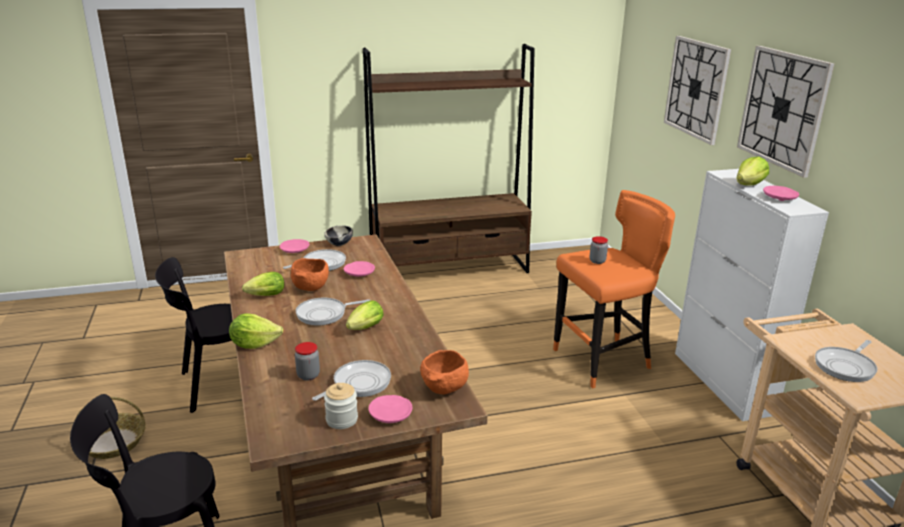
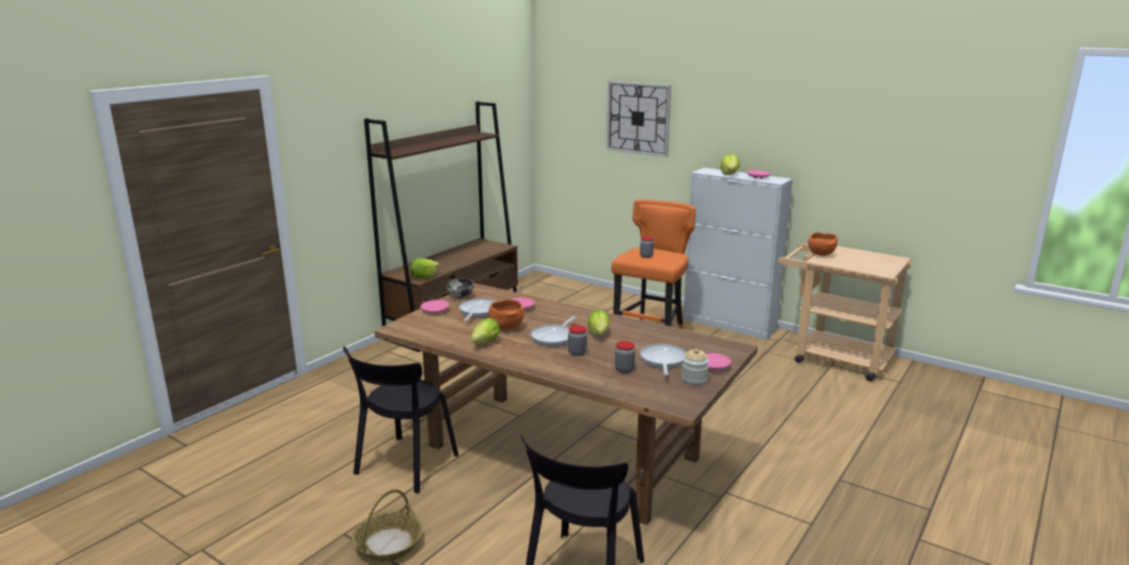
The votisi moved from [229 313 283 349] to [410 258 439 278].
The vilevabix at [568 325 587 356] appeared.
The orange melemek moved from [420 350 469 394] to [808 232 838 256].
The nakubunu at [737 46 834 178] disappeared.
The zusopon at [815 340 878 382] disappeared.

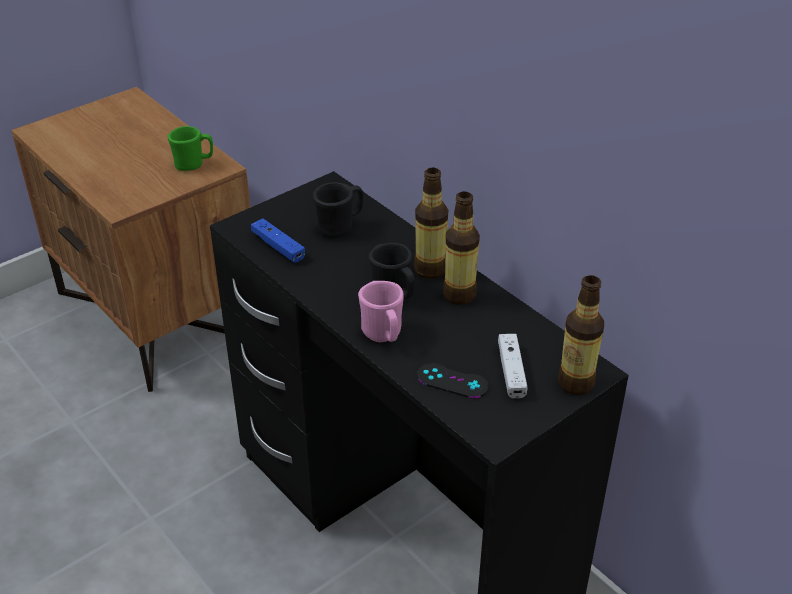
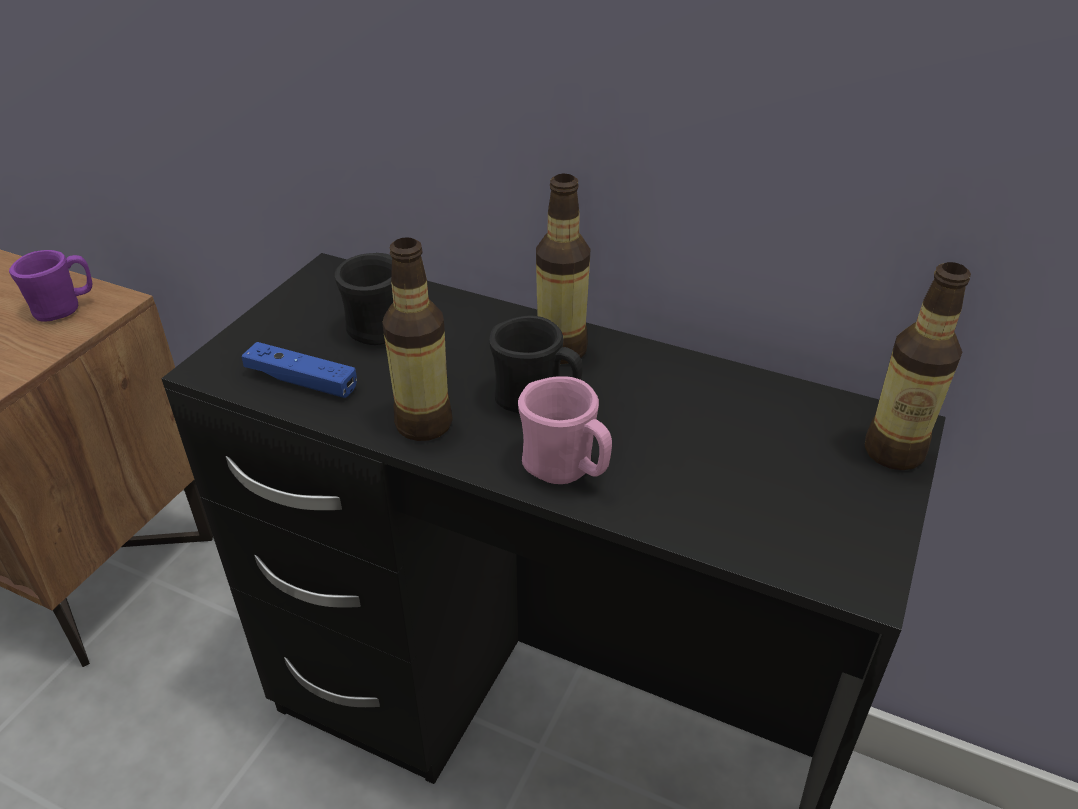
The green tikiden at [167 126 213 171] became the purple tikiden at [9 250 92 322].
The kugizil moved from [443 191 480 305] to [382 237 453 441].
The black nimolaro at [417 363 489 398] disappeared.
The white nimolaro at [498 334 527 398] disappeared.

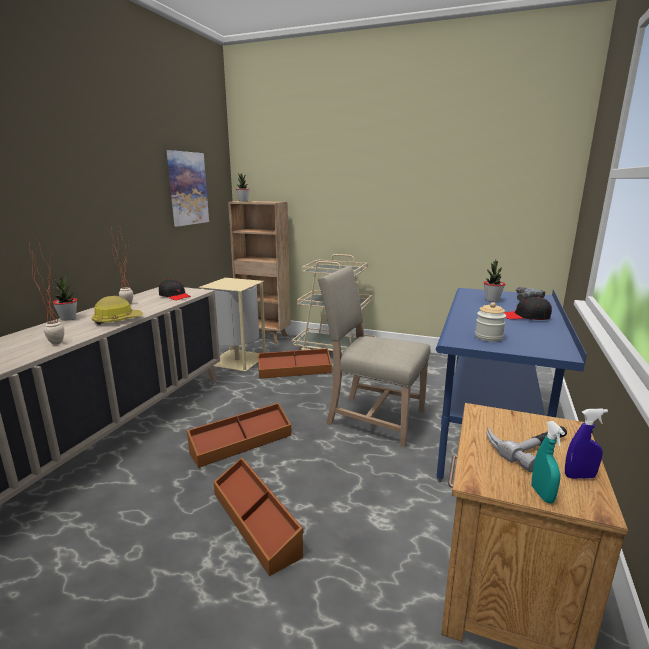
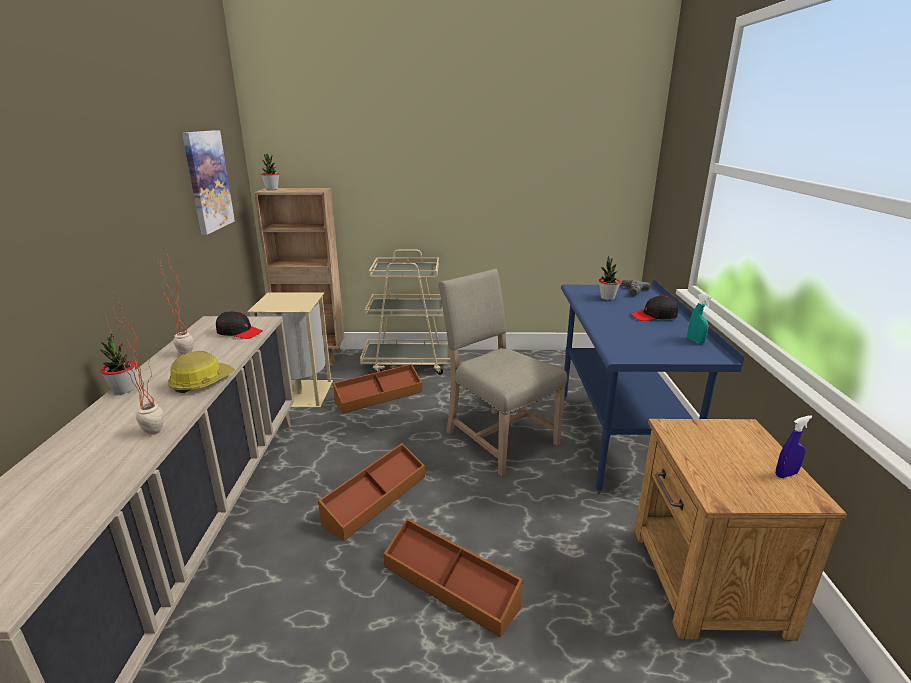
The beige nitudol at [318 266 431 447] turned 45 degrees clockwise.
The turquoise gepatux moved from [532 421 565 503] to [687 294 712 344].
The vilevabix at [475 302 506 342] disappeared.
The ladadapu at [486 426 567 472] disappeared.

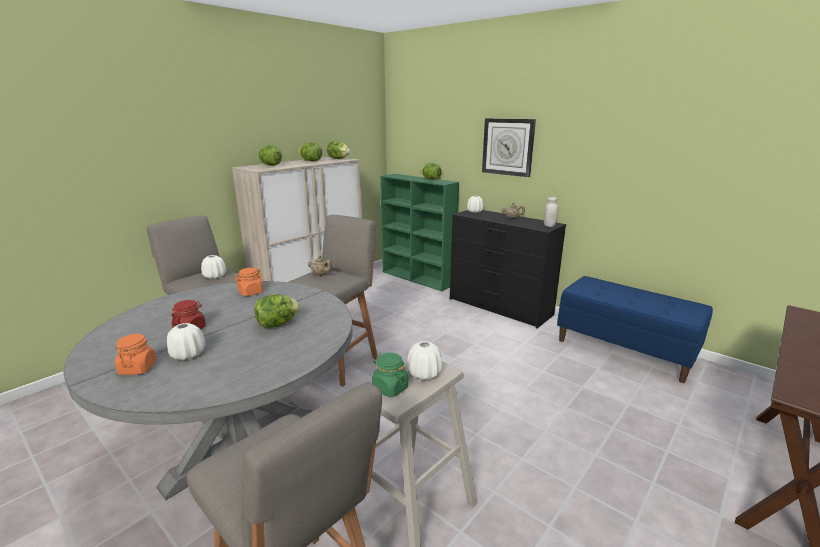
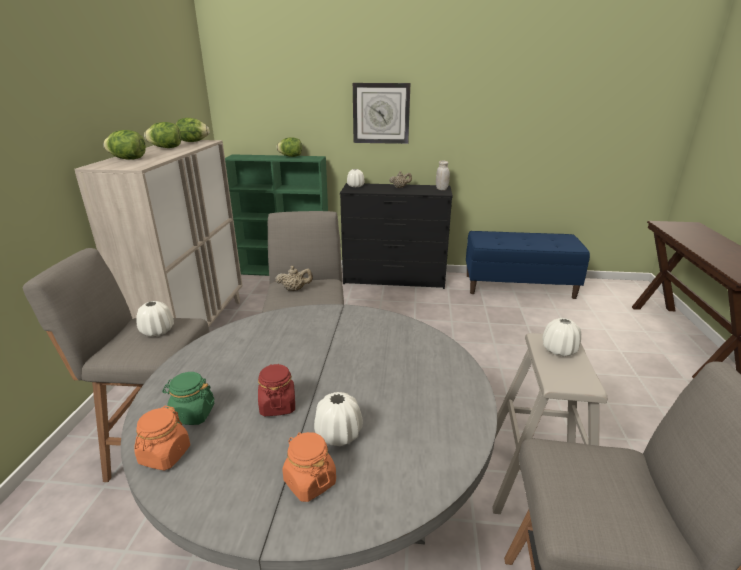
The orange vilevabix moved from [234 268 263 296] to [134 406 190 470].
The green vilevabix moved from [372 353 408 397] to [162 372 215 425].
The votisi at [254 294 300 328] disappeared.

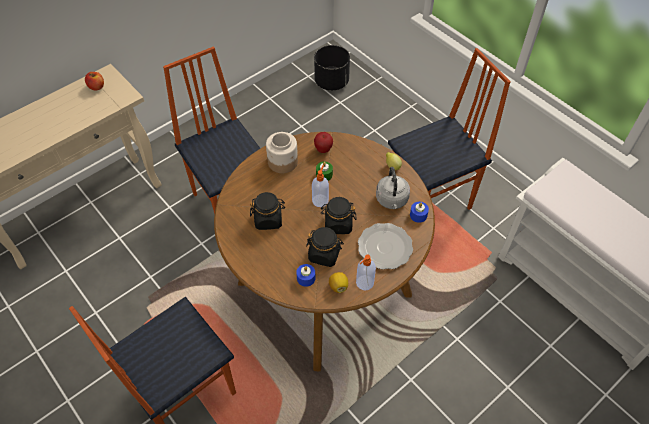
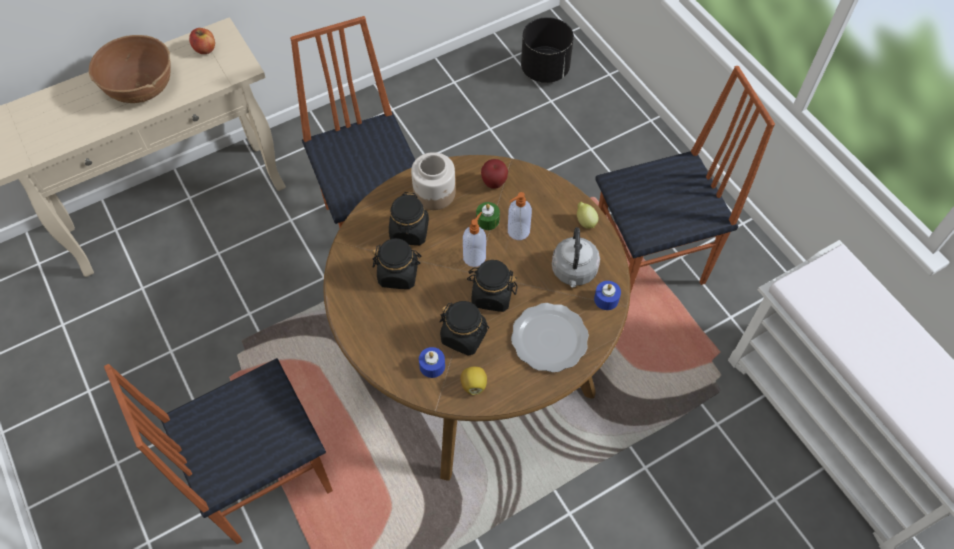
The brown melemek at [89 35 171 103] appeared.
The black vilevabix at [389 192 429 245] appeared.
The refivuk moved from [356 255 376 291] to [508 192 532 240].

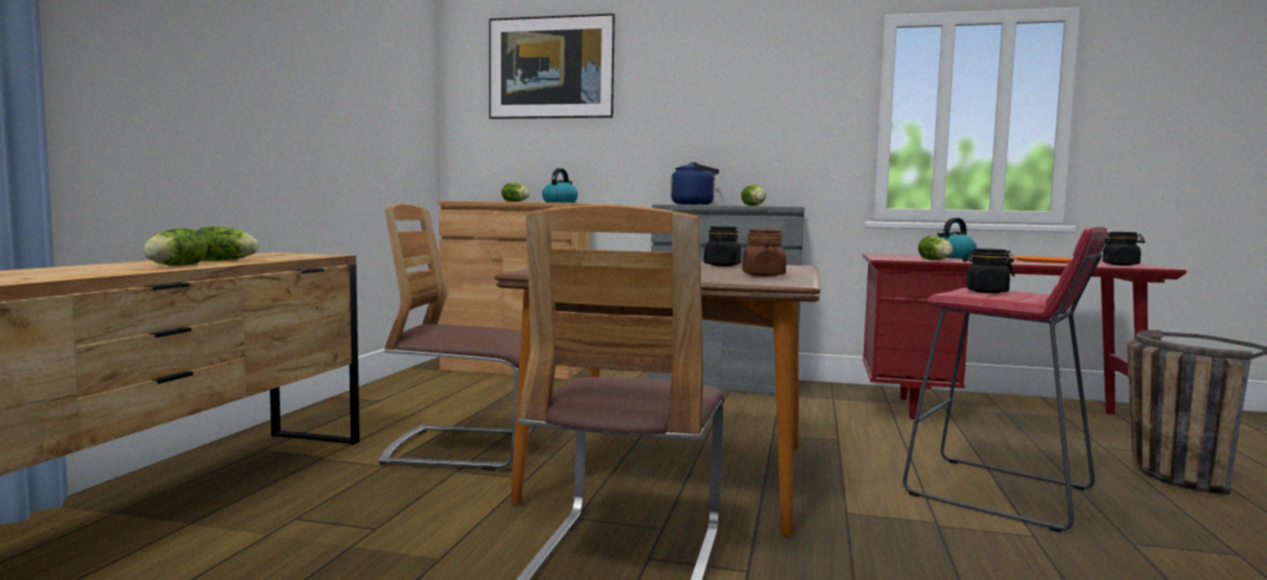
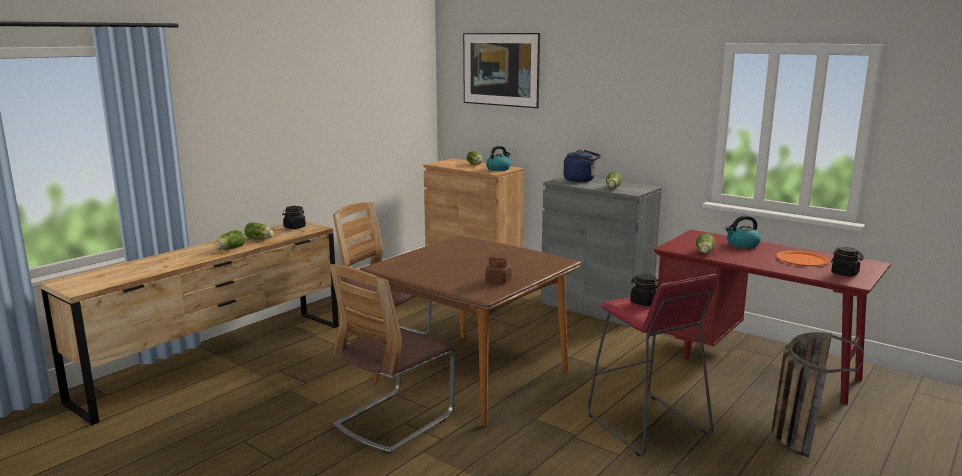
The black vilevabix moved from [704 226 741 266] to [282 206 306 229].

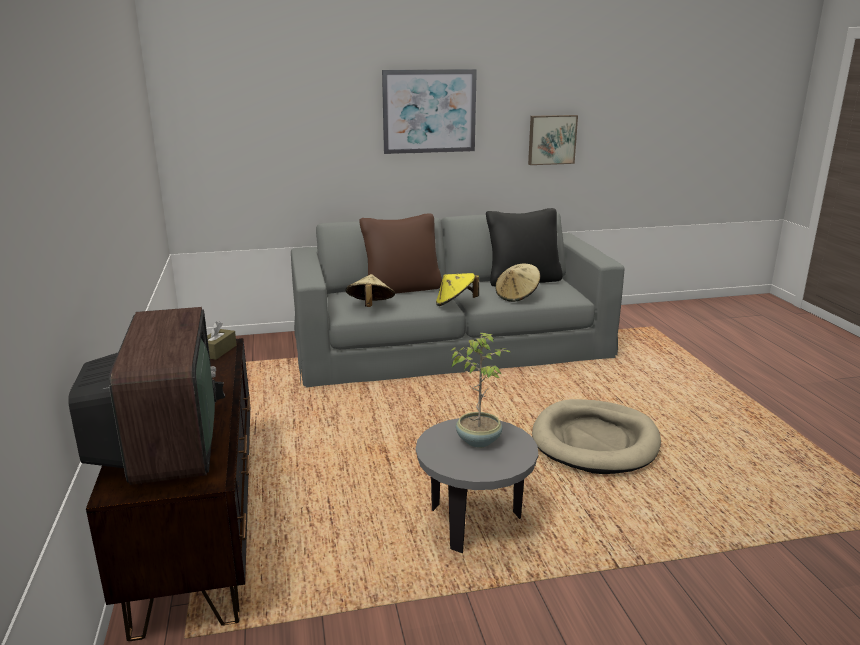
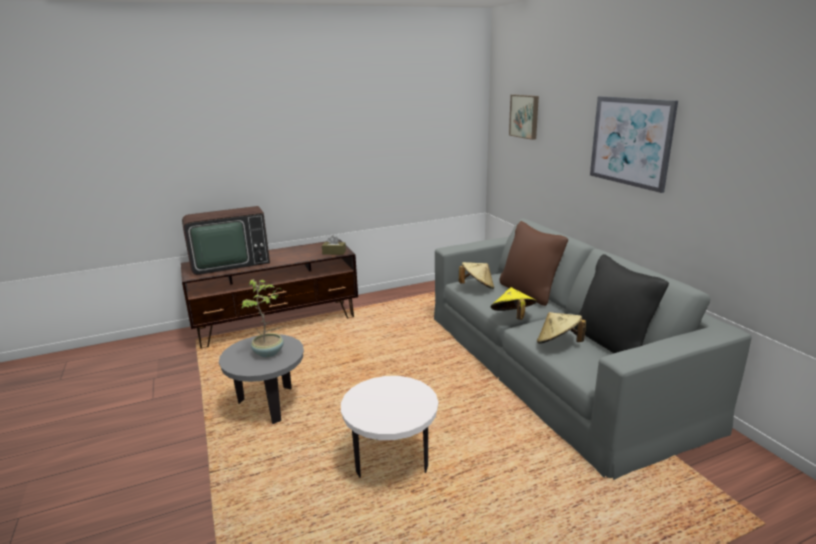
The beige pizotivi at [532 399 661 474] was replaced by the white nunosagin at [341 376 438 478].
The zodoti moved from [528 115 578 165] to [509 95 539 140].

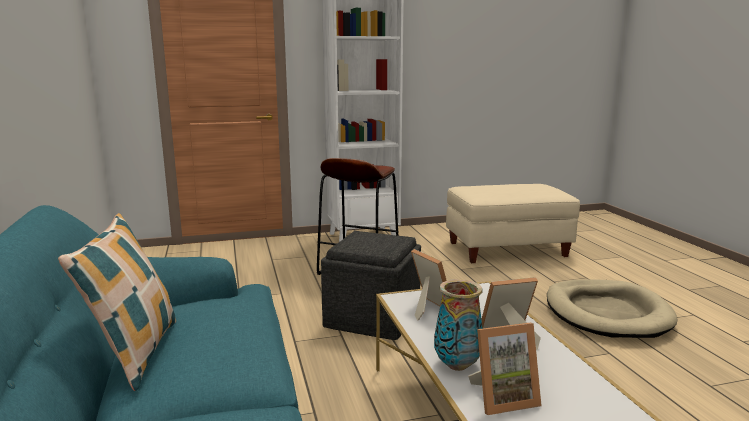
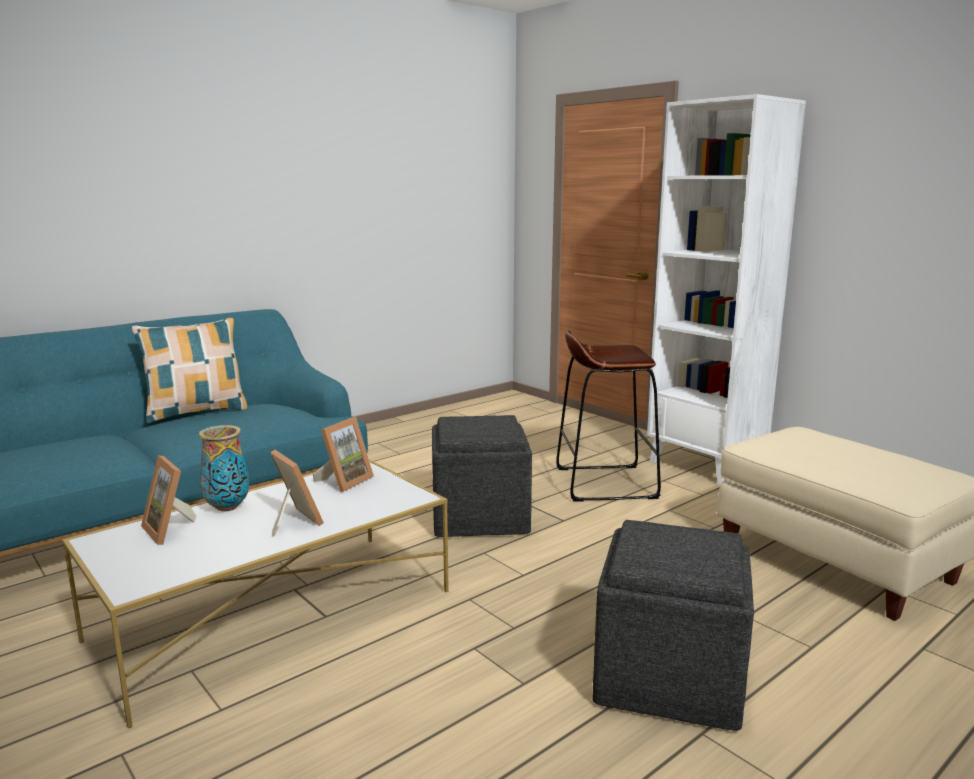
The beige pizotivi at [547 279 678 338] was replaced by the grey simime at [592 520 754 731].

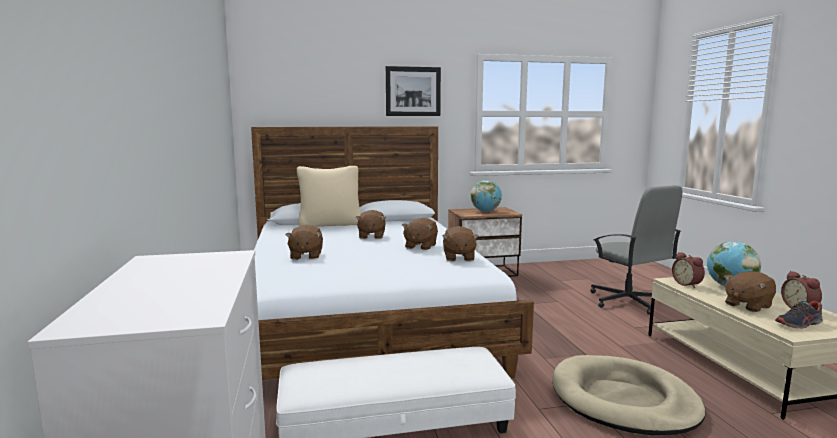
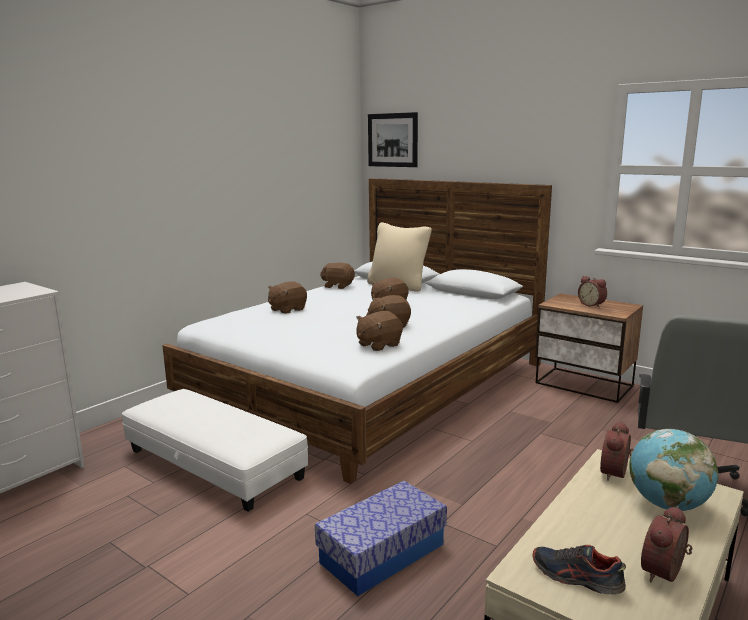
The beige pizotivi at [552 355 706 435] was replaced by the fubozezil at [315 481 447 596].
The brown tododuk moved from [724 271 776 312] to [320 263 355 289].
The zodoti moved from [386 66 441 116] to [368 112 418 167].
The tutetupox at [471 180 502 212] was replaced by the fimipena at [578 276 607 308].

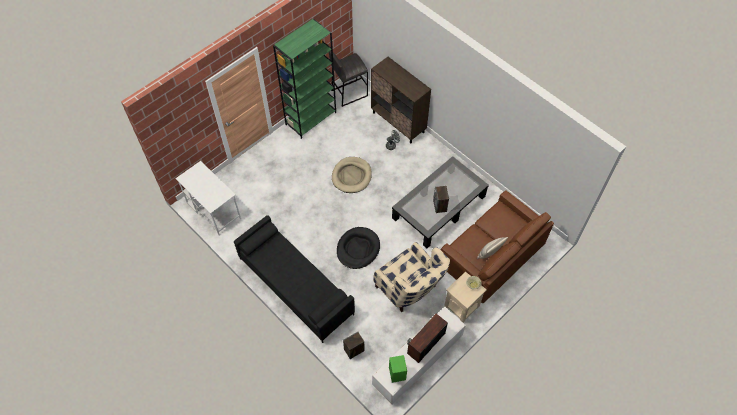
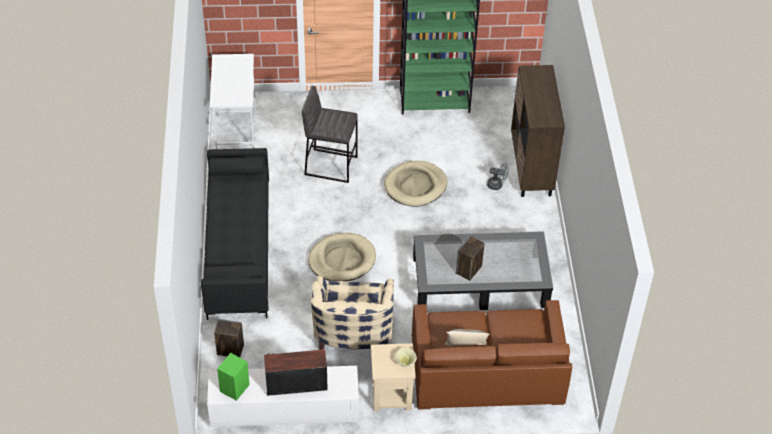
The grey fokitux moved from [329 51 368 107] to [302 86 358 183].
The black pizotivi at [337 227 380 269] became the beige pizotivi at [308 233 376 281].

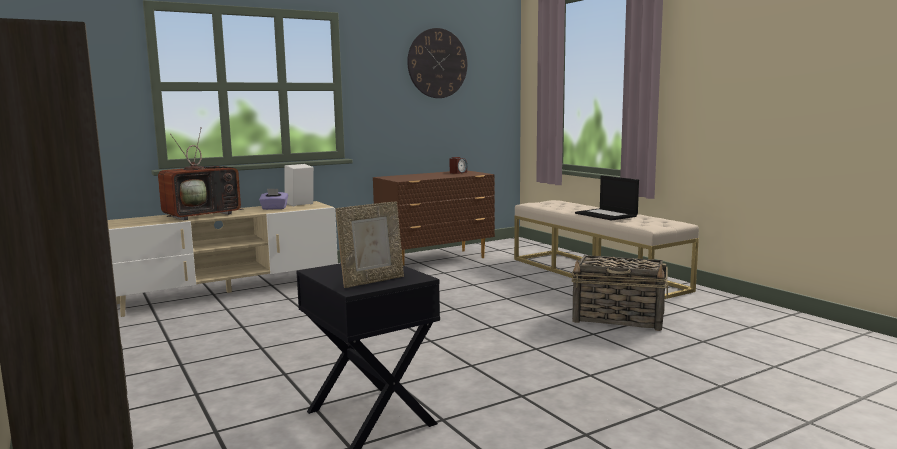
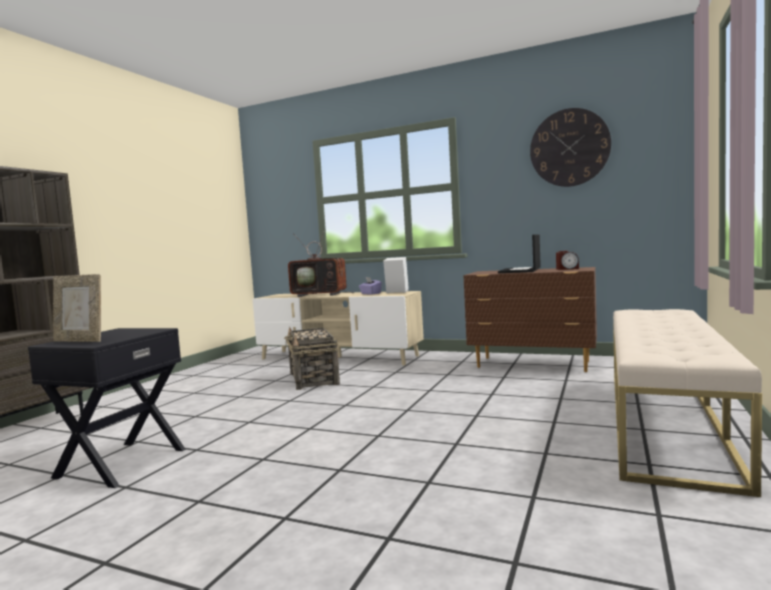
The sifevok moved from [571 255 668 331] to [284 327 340 390].
The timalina moved from [575 175 639 221] to [498 235 541 273].

